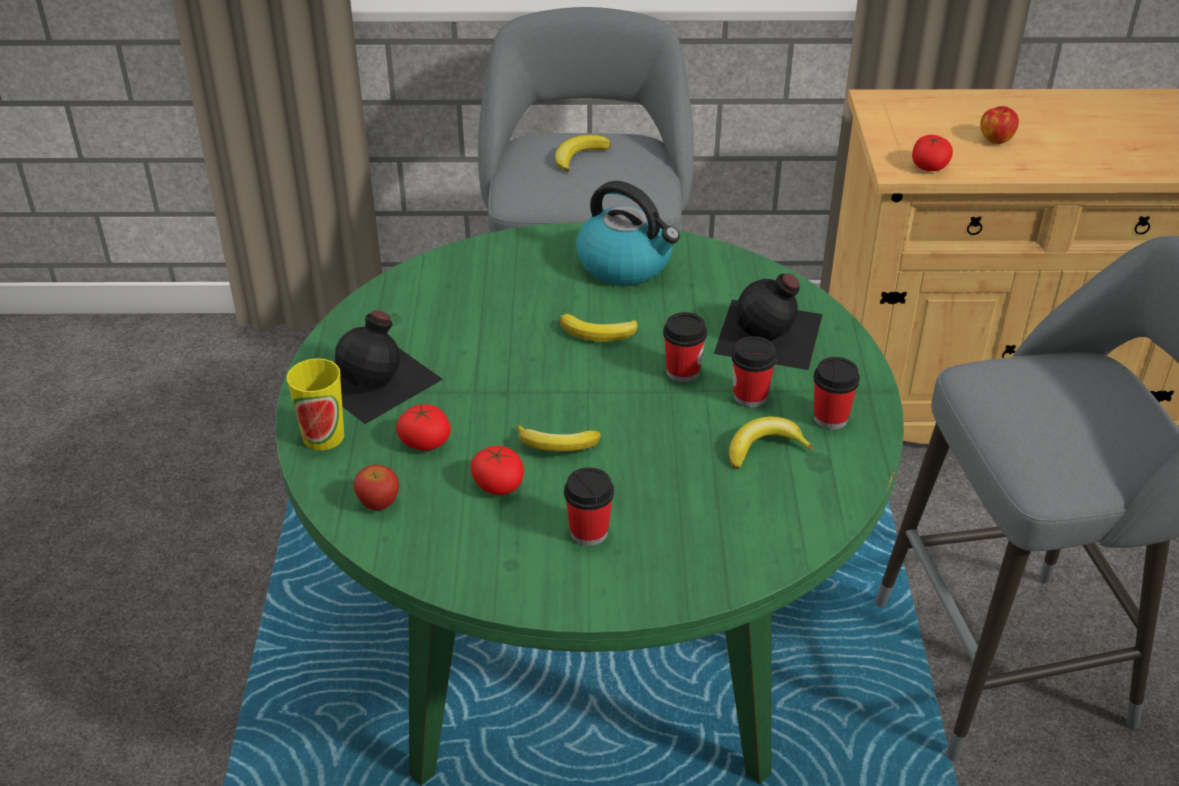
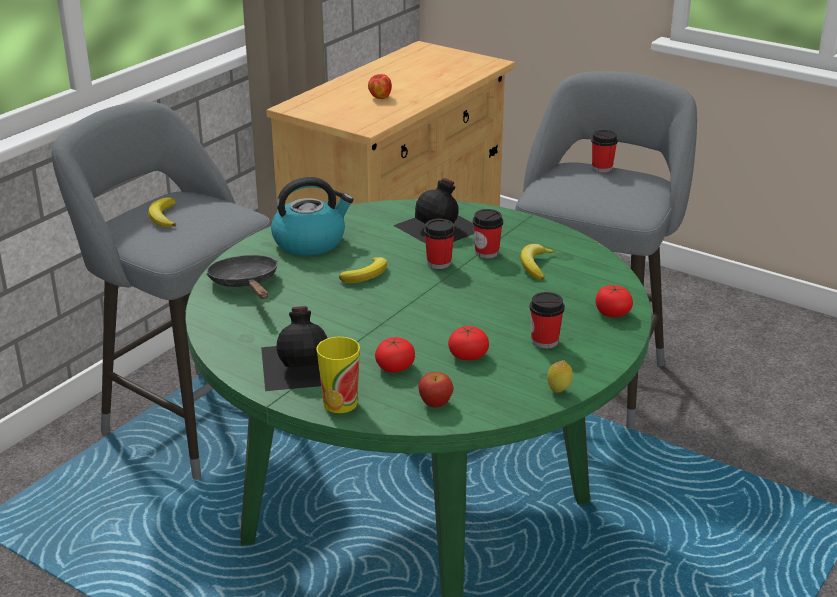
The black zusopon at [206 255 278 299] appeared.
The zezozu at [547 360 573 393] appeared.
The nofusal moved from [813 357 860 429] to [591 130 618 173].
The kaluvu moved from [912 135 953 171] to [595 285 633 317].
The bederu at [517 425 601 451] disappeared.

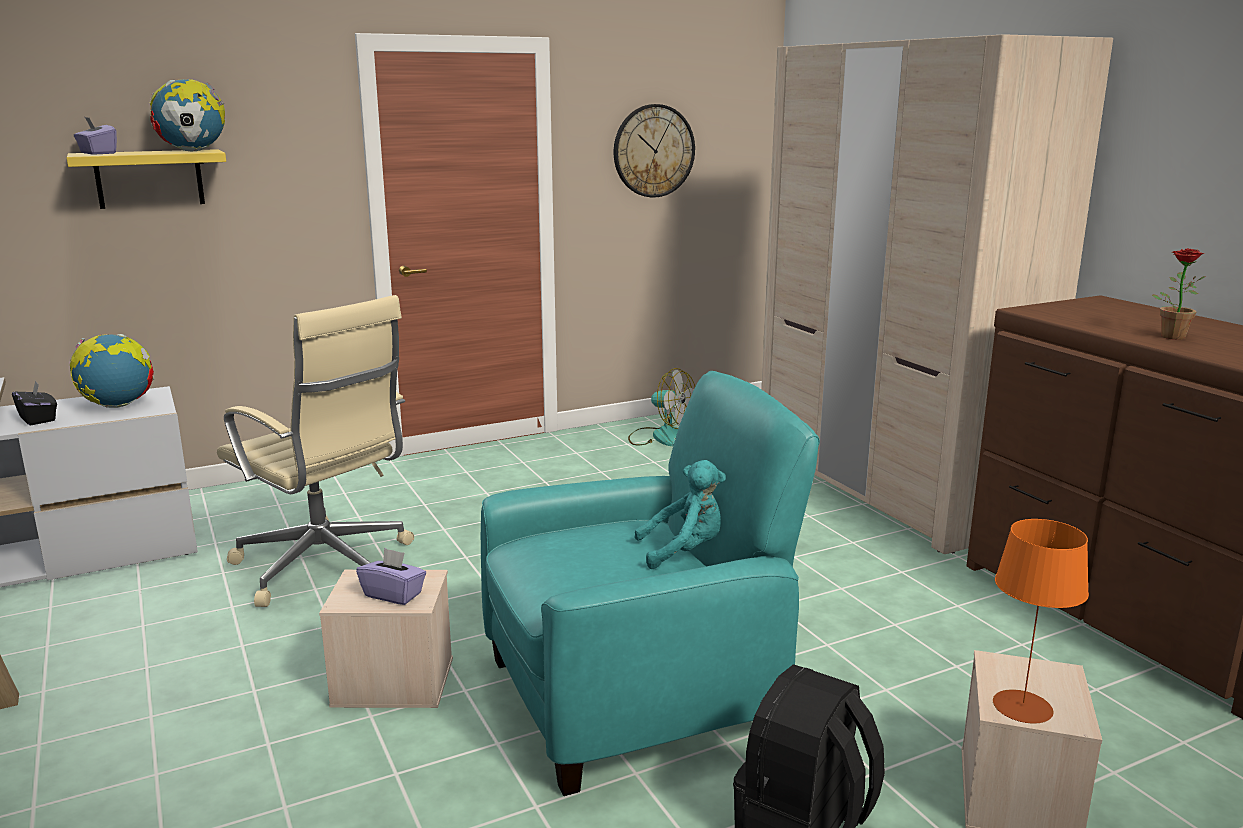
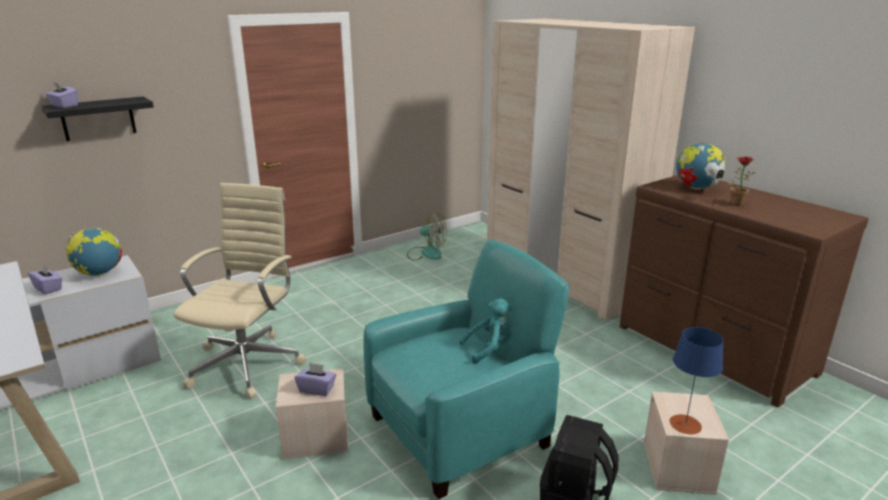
The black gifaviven at [12 380 57 425] became the purple gifaviven at [28 265 62 294].
The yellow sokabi at [66 149 226 209] became the black sokabi at [42 97 154 141].
The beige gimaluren at [217 295 414 607] turned 105 degrees counterclockwise.
The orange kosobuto at [993 519 1089 724] became the blue kosobuto at [669 327 724 434].
The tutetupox moved from [150 79 225 151] to [676 143 725 190].
The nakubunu at [614 104 695 197] disappeared.

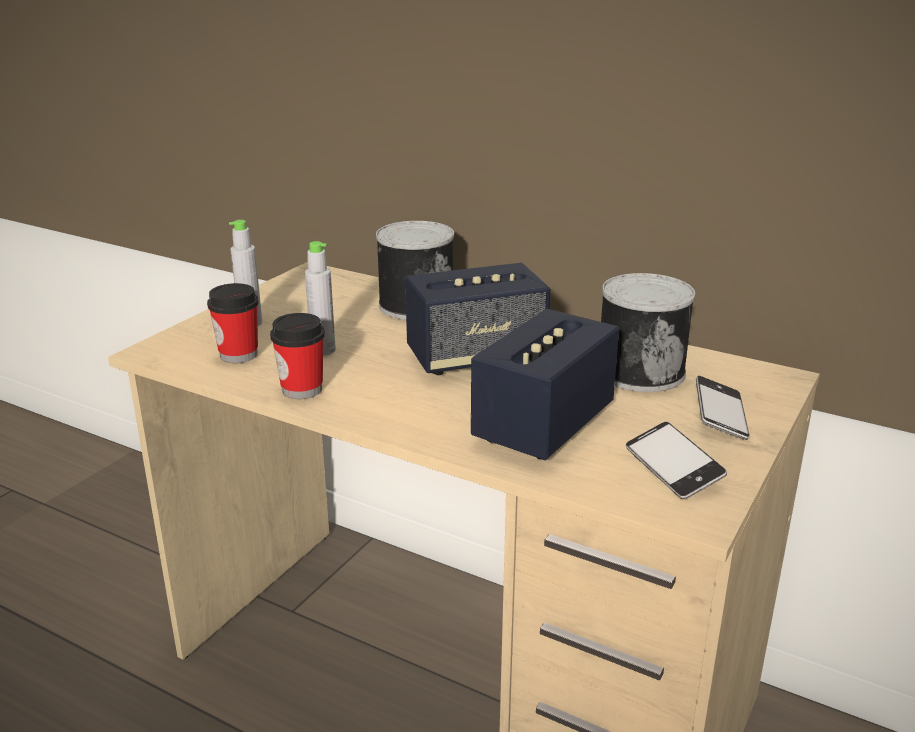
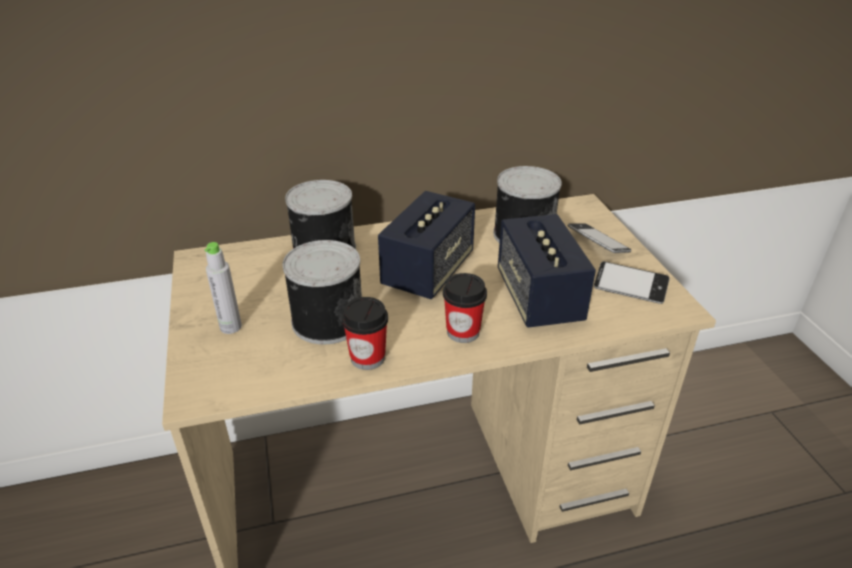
The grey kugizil at [305 241 336 356] was replaced by the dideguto at [282 240 362 344].
The nofusal moved from [207 283 259 363] to [443 273 487 343].

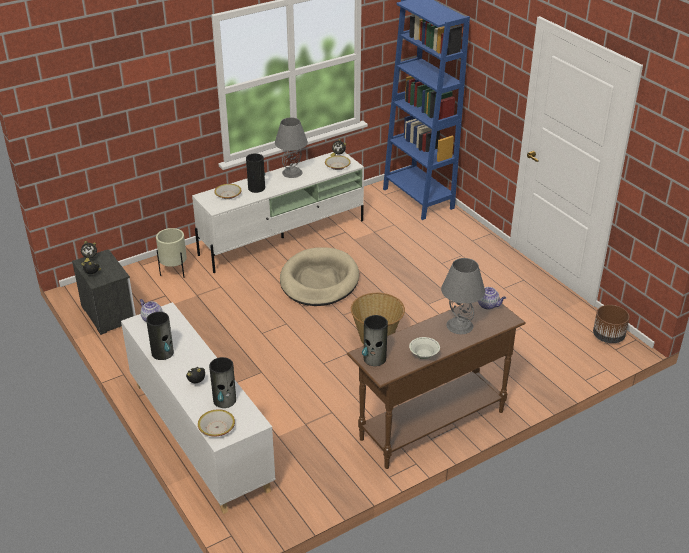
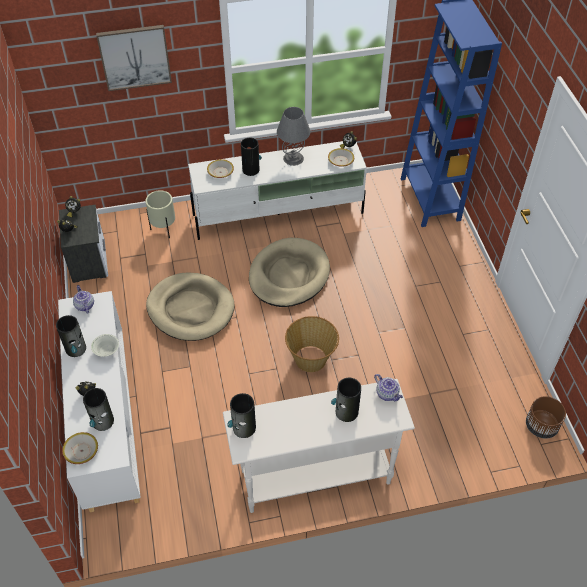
The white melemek moved from [409 337 440 359] to [91 334 119 357].
The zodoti at [96 25 172 91] appeared.
The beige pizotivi at [146 272 234 341] appeared.
The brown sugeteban at [347 301 526 469] became the white sugeteban at [223 379 415 513].
The grey kosobuto at [441 258 485 334] was replaced by the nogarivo at [331 378 361 422].

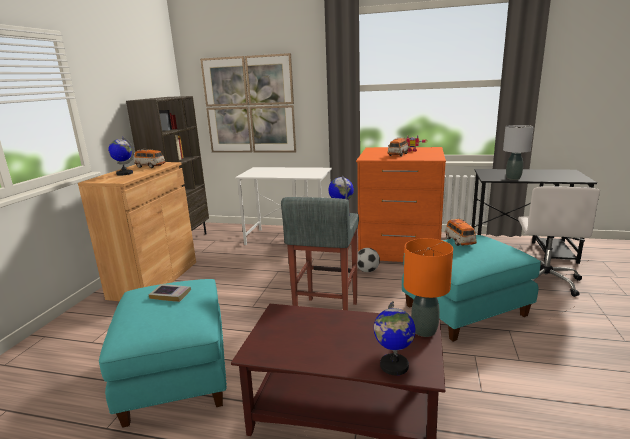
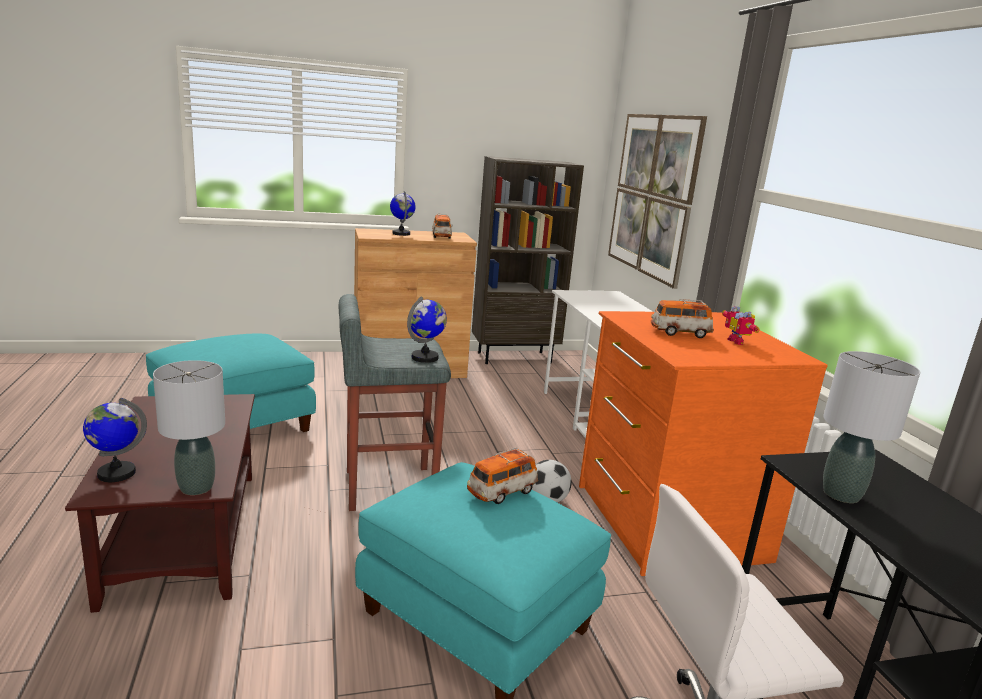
The orange kosobuto at [404 238 453 337] became the grey kosobuto at [153 360 225 495].
The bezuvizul at [149 284 191 302] disappeared.

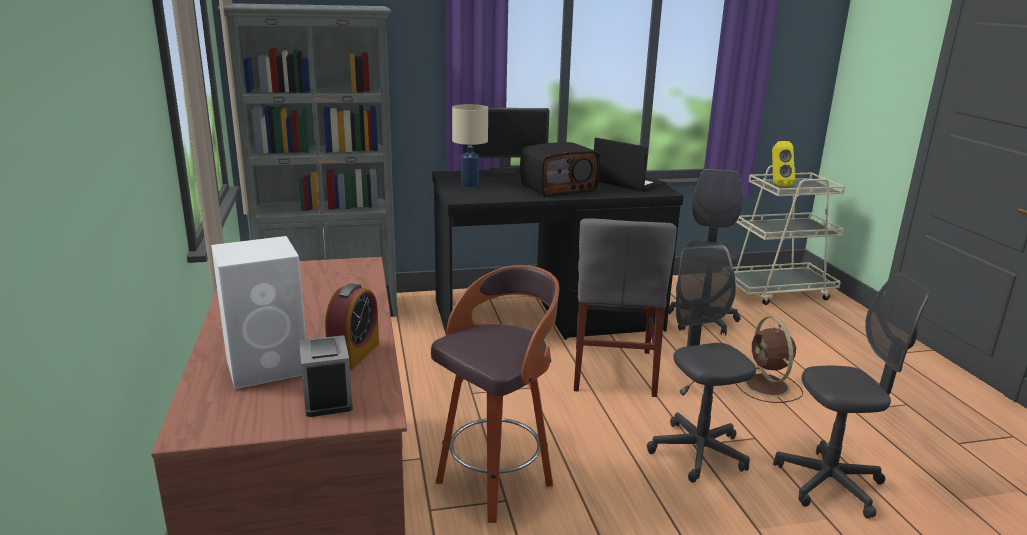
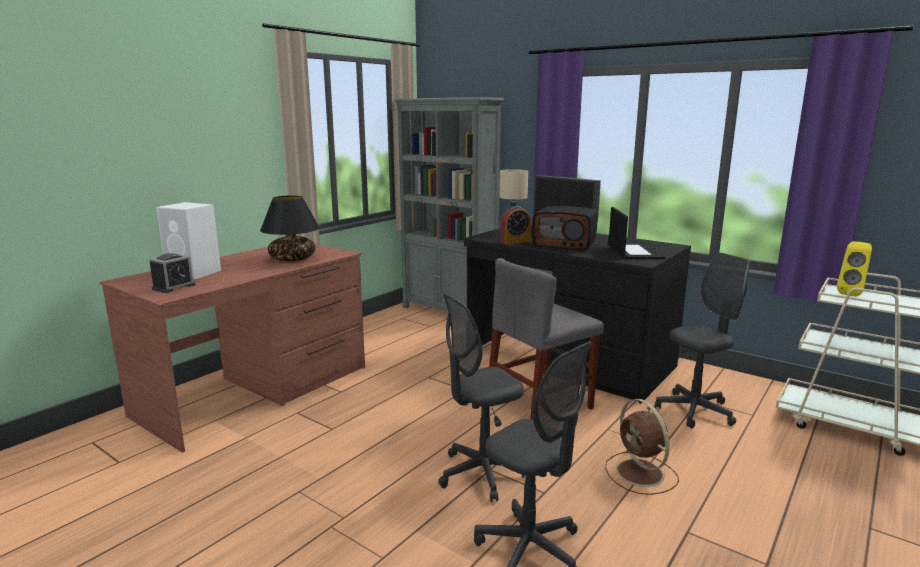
The black kosobuto at [260 196 320 261] appeared.
The grey gimaluren at [647 244 756 483] turned 150 degrees counterclockwise.
The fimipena moved from [325 284 379 370] to [500 206 531 244].
The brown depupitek at [736 317 803 403] turned 60 degrees counterclockwise.
The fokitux at [431 265 559 523] disappeared.

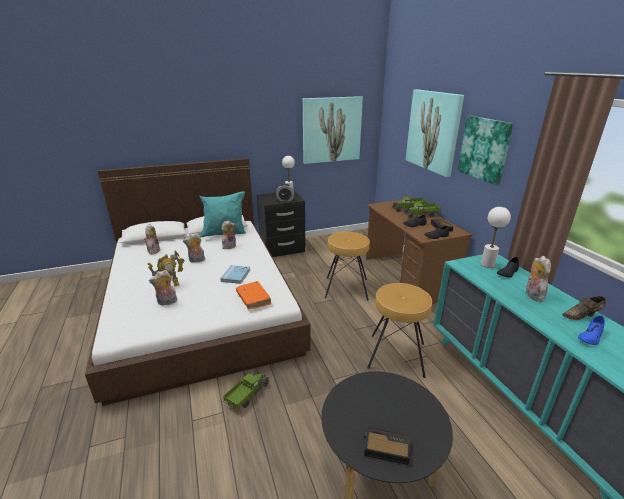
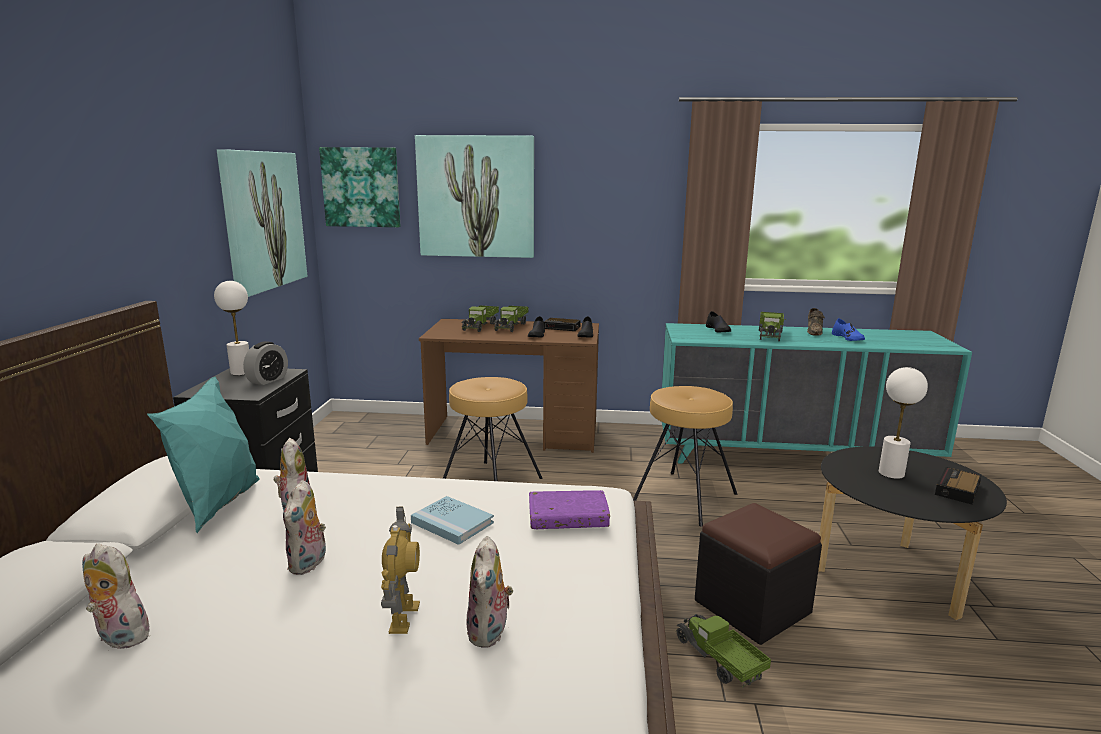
The zodoti moved from [457 115 513 185] to [319 147 400 227].
The orange bezuvizul at [236 281 271 309] became the purple bezuvizul at [529 490 610 529].
The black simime at [695 503 822 645] appeared.
The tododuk at [526 256 551 302] was replaced by the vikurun at [759 312 786 341].
The white kosobuto moved from [481 207 511 268] to [879 367 928 479].

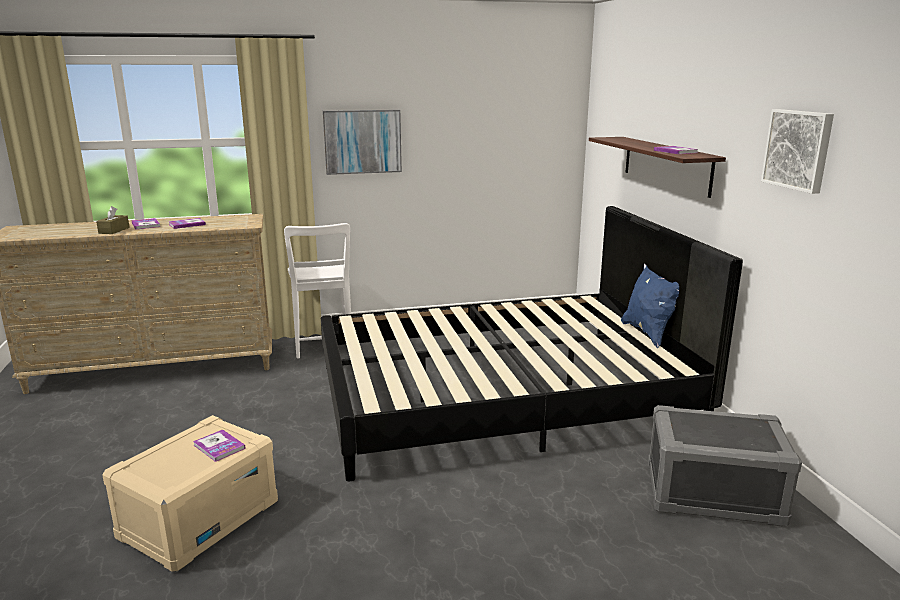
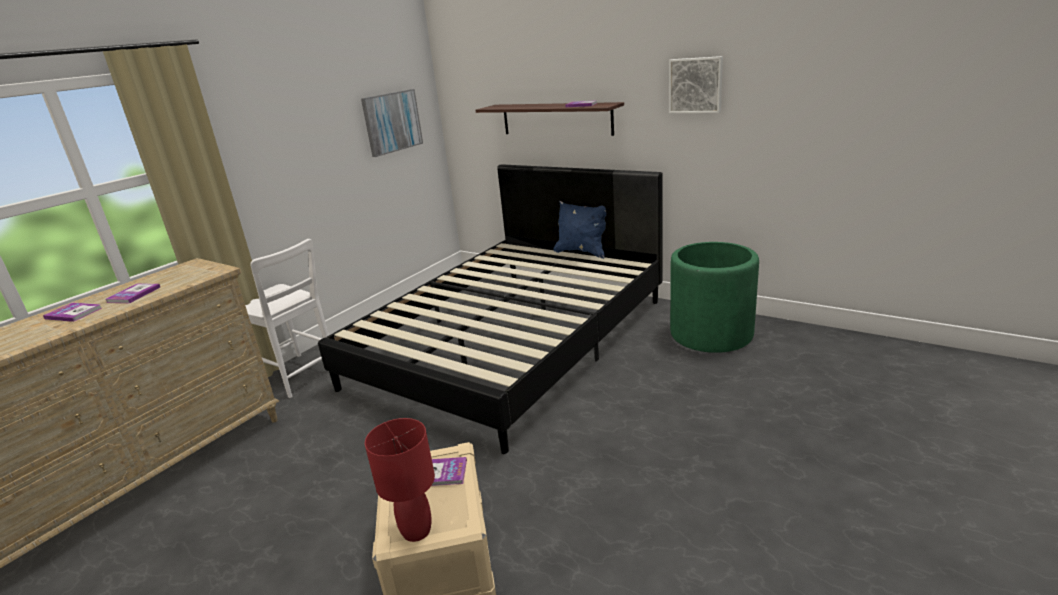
The zodoti moved from [323 110 402 175] to [361 89 423 157].
The red kosobuto at [365 418 435 542] appeared.
The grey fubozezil at [648 405 802 527] was replaced by the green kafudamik at [670 242 759 353].
The brown gifaviven at [96 206 130 234] disappeared.

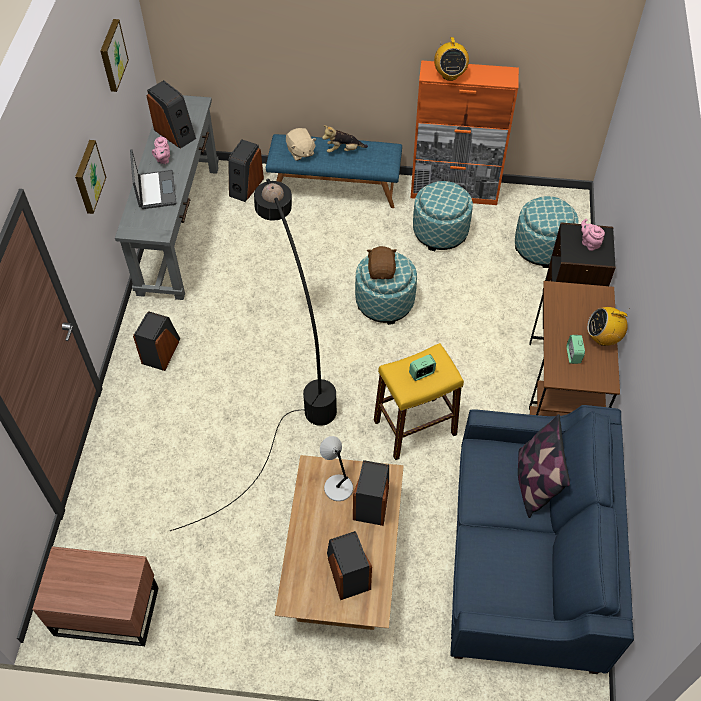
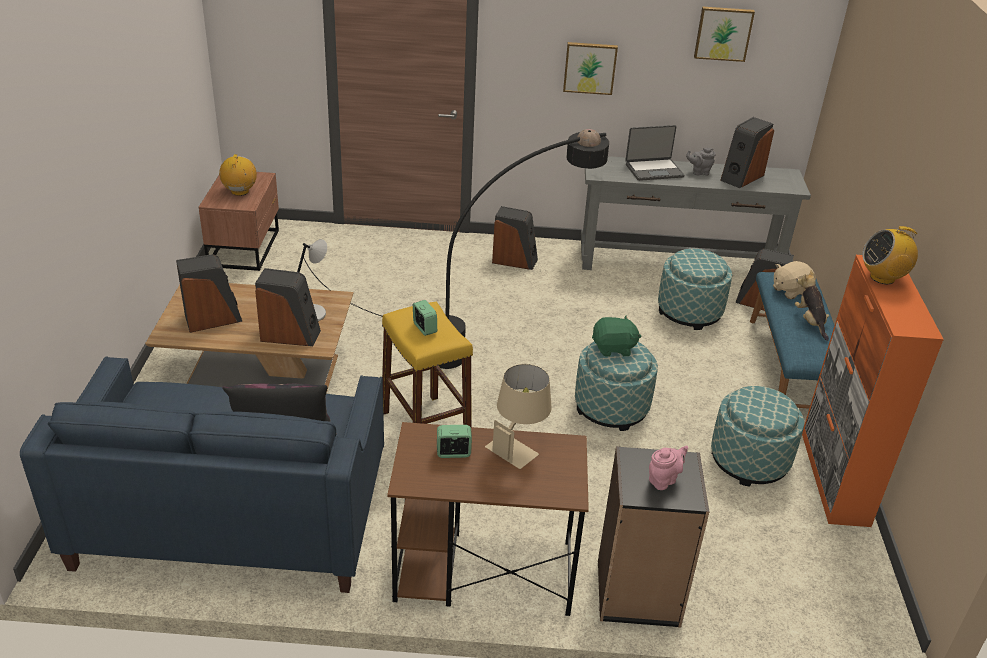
The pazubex moved from [587 307 630 346] to [219 154 257 196].
The beige kosobuto at [485 364 552 469] appeared.
The brown tododuk at [367 246 397 279] became the green tododuk at [592 315 641 357].
The simime moved from [515 196 579 268] to [658 249 732 330].
The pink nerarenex at [152 136 170 164] became the grey nerarenex at [686 148 715 176].

